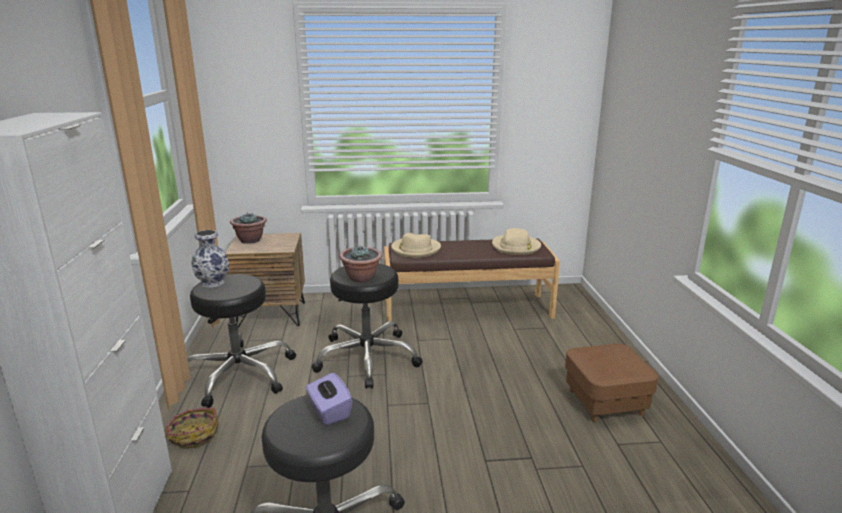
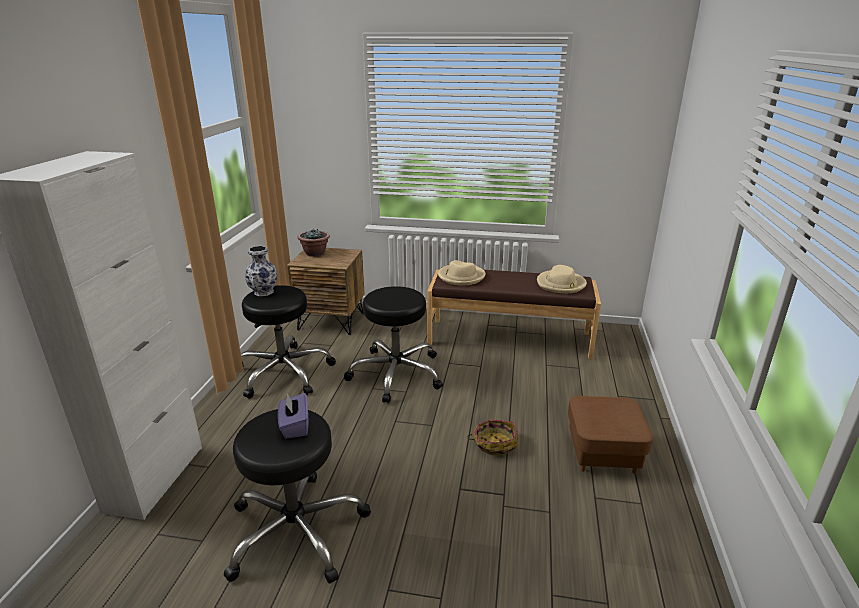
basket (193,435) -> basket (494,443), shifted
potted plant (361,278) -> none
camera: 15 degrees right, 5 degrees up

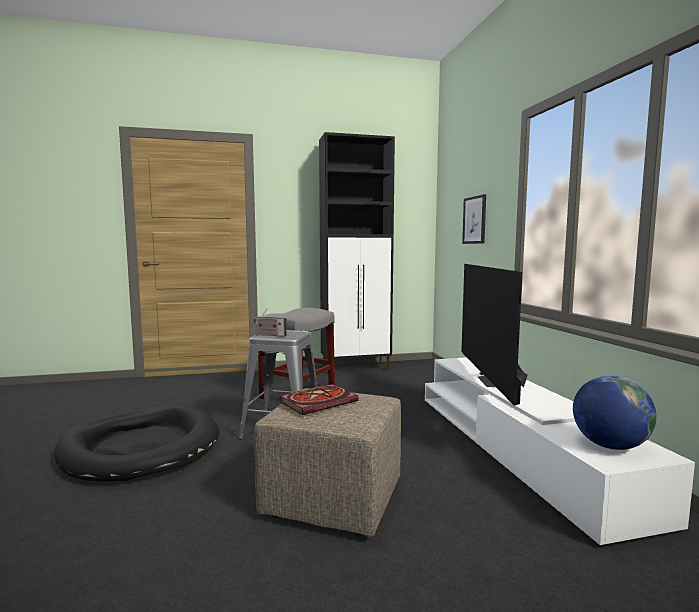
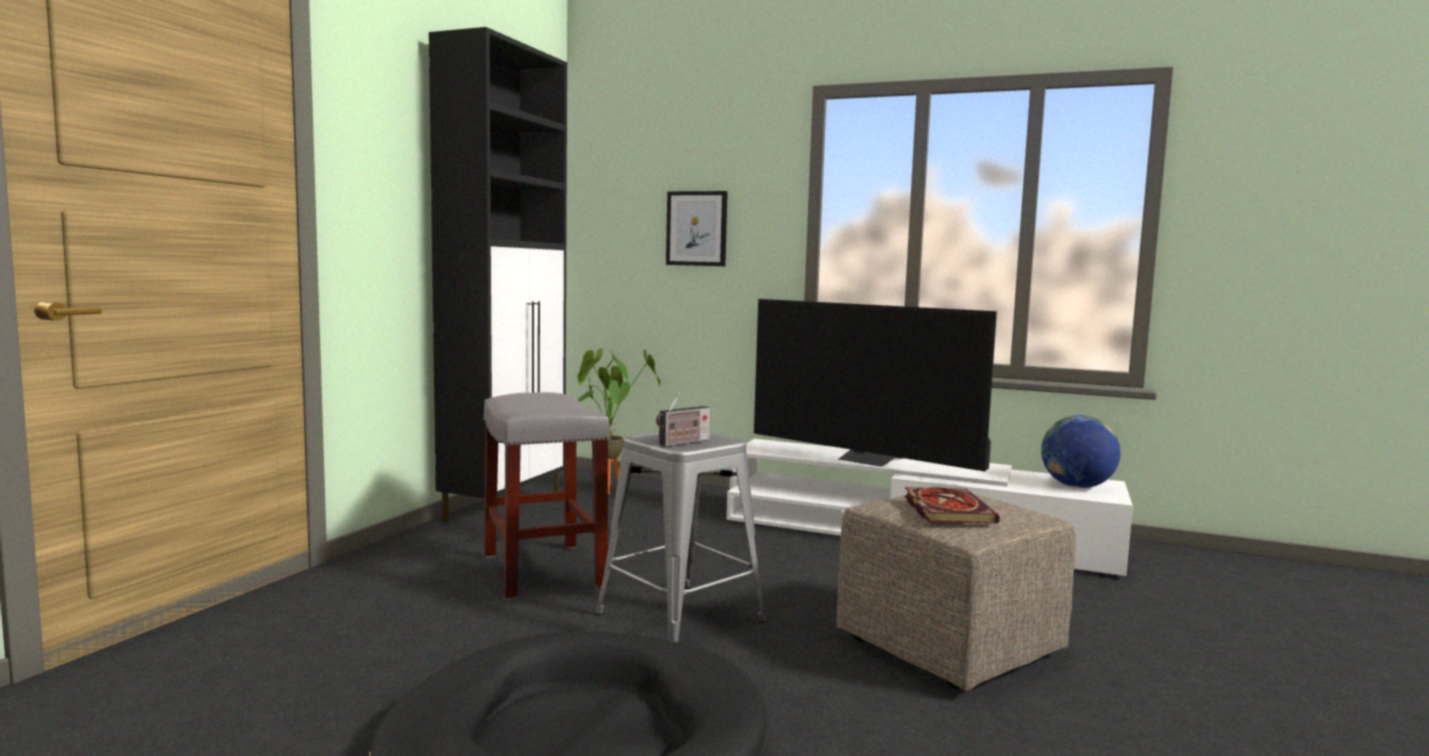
none -> potted plant (609,489)
camera: 55 degrees left, 0 degrees up

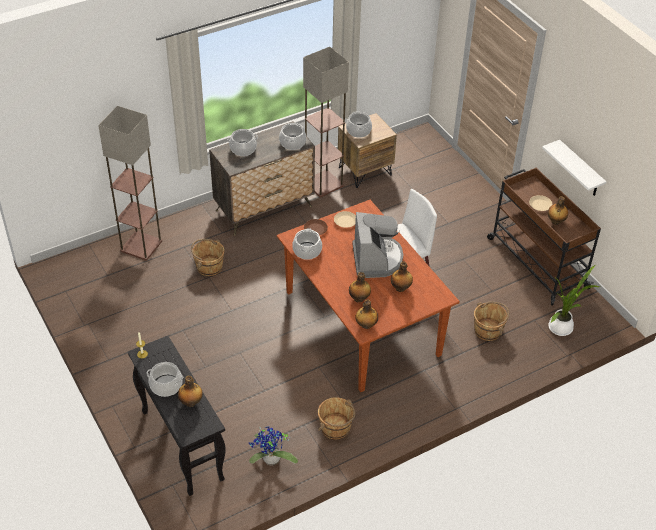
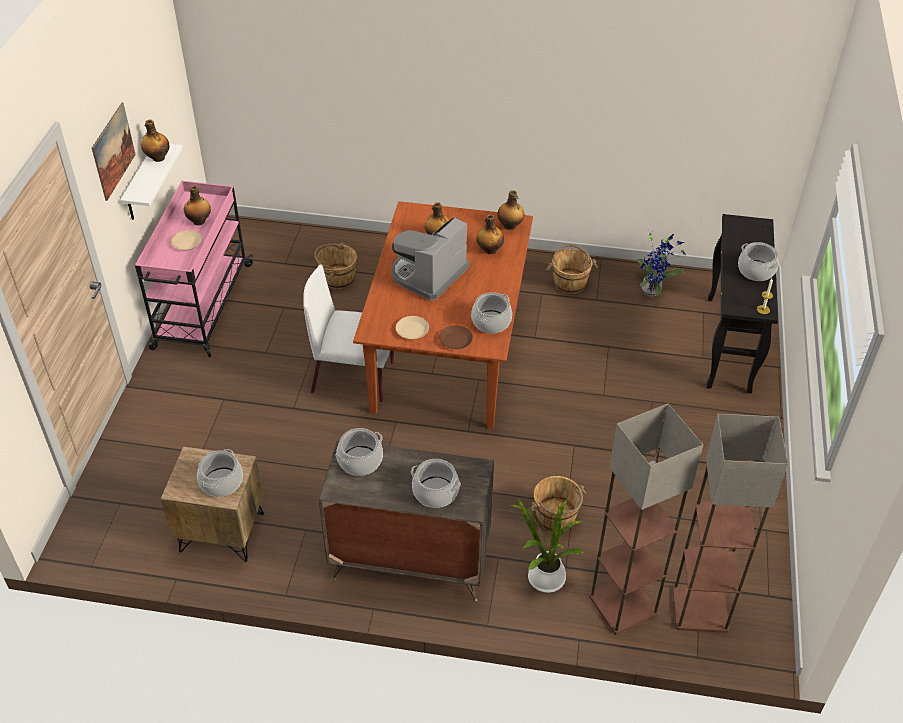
bottle (191,402) -> bottle (158,158), shifted
floor lamp (323,183) -> floor lamp (699,609), shifted
cart (brown) (536,262) -> cart (pink) (202,307)
potted plant (562,327) -> potted plant (543,577), shifted
none -> picture (113,151)
camera: 140 degrees left, 0 degrees up

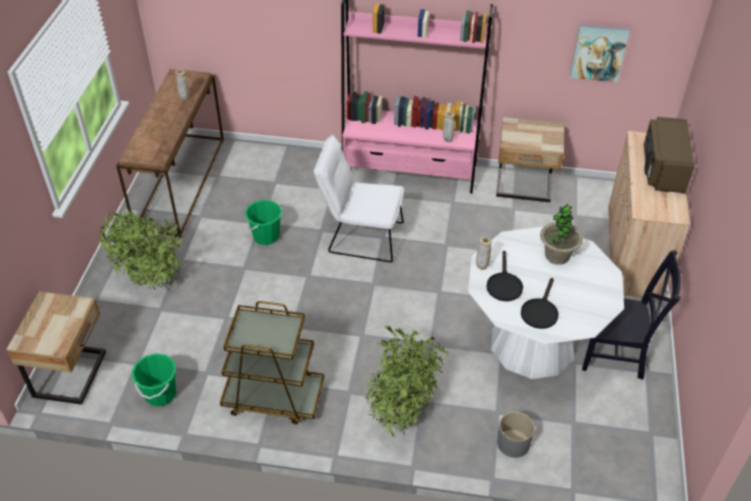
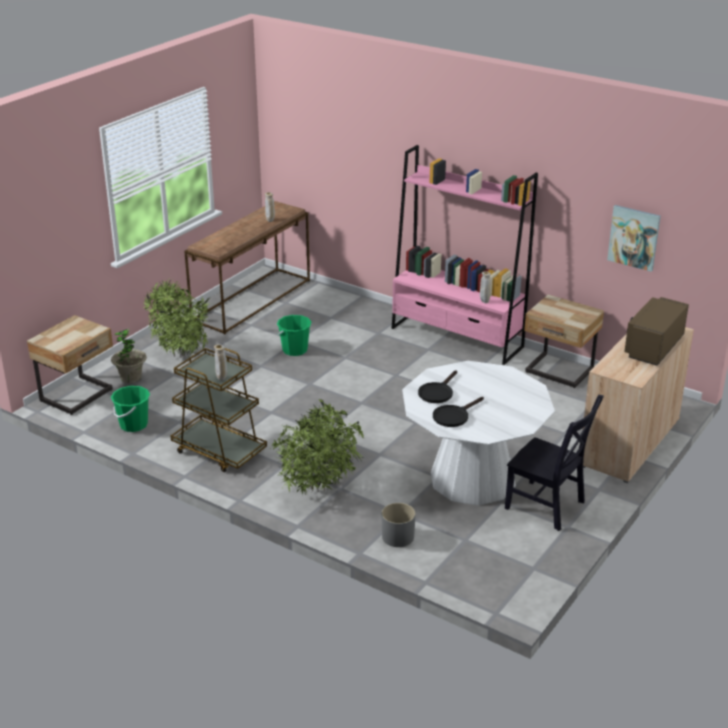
chair (white) (360,236) -> none
vase (beige) (482,267) -> vase (beige) (221,379), shifted
potted plant (557,256) -> potted plant (131,377), shifted
camera: 25 degrees right, 15 degrees down

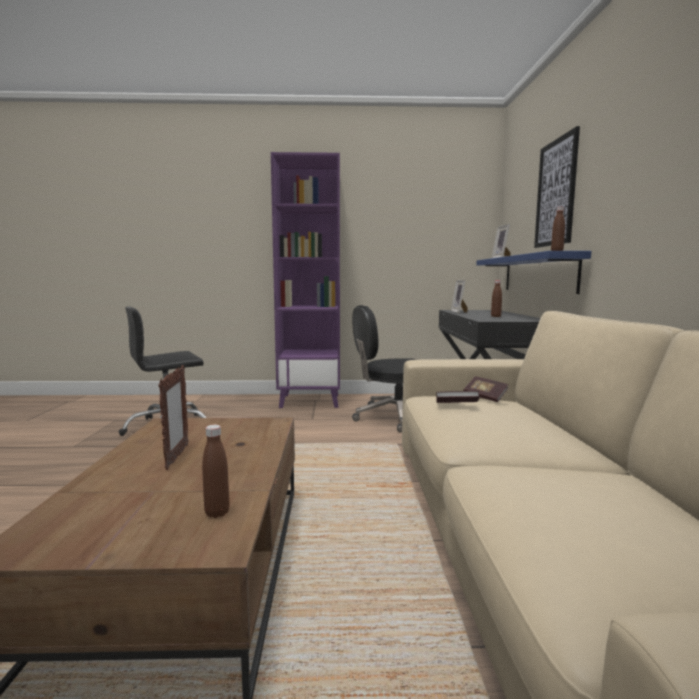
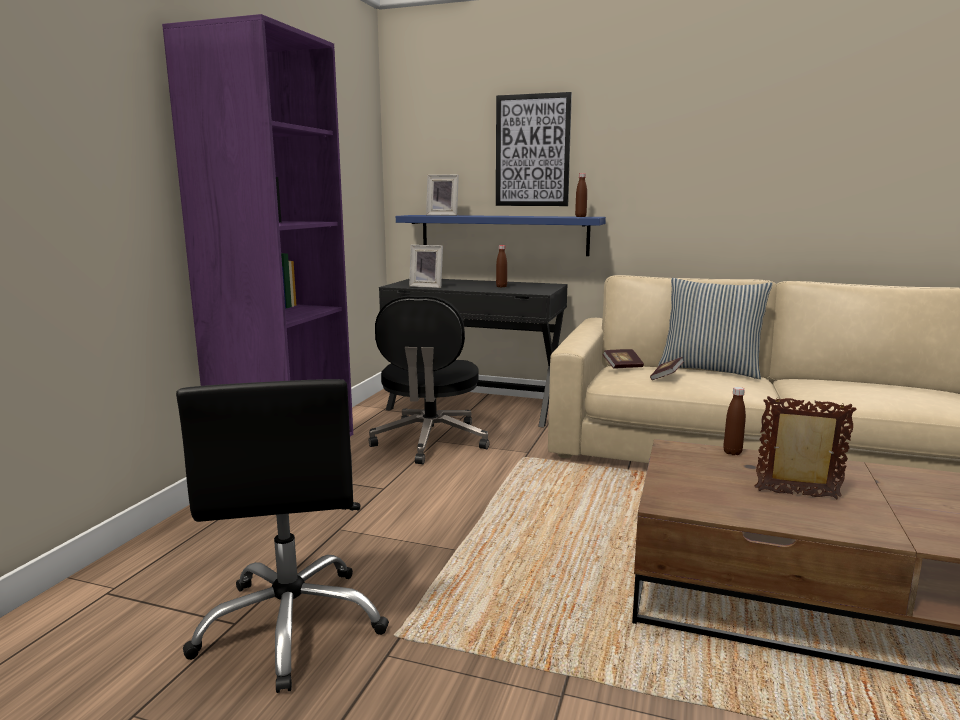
bottle (brown) (217,512) -> bottle (brown) (732,452), shifted
none -> pillow (710,370)
camera: 70 degrees left, 5 degrees up

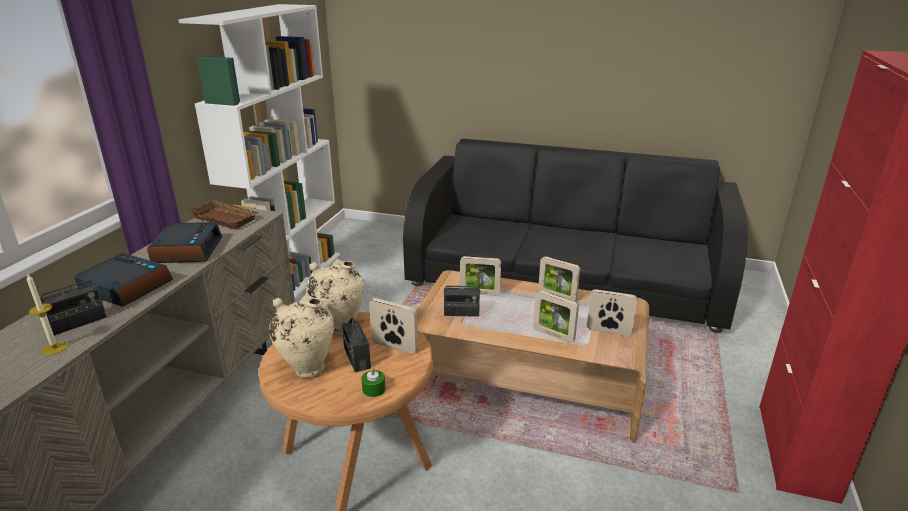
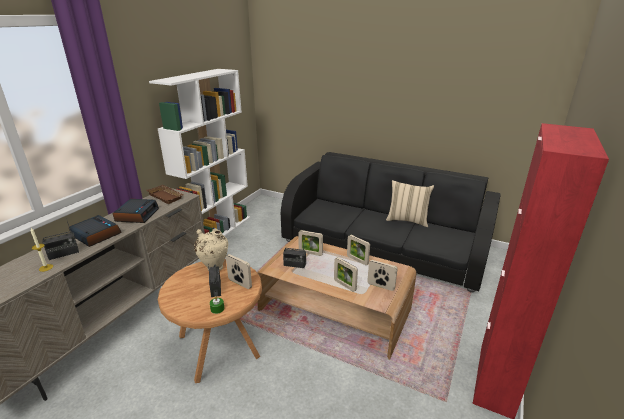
vase (beige) (307,368) -> none
none -> pillow (beige) (407,220)
camera: 10 degrees right, 0 degrees up

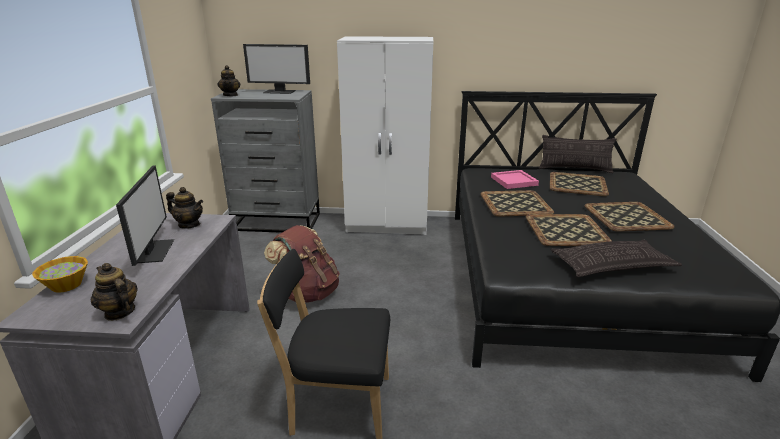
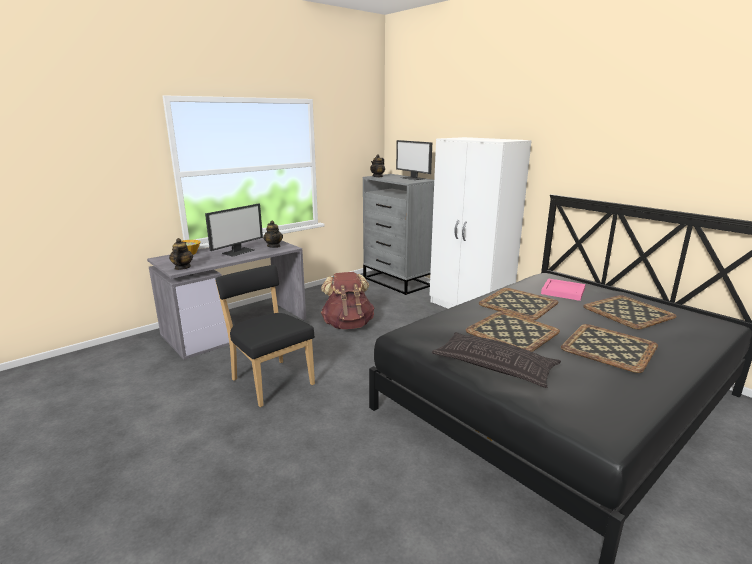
pillow (574,169) -> none
camera: 45 degrees right, 5 degrees down

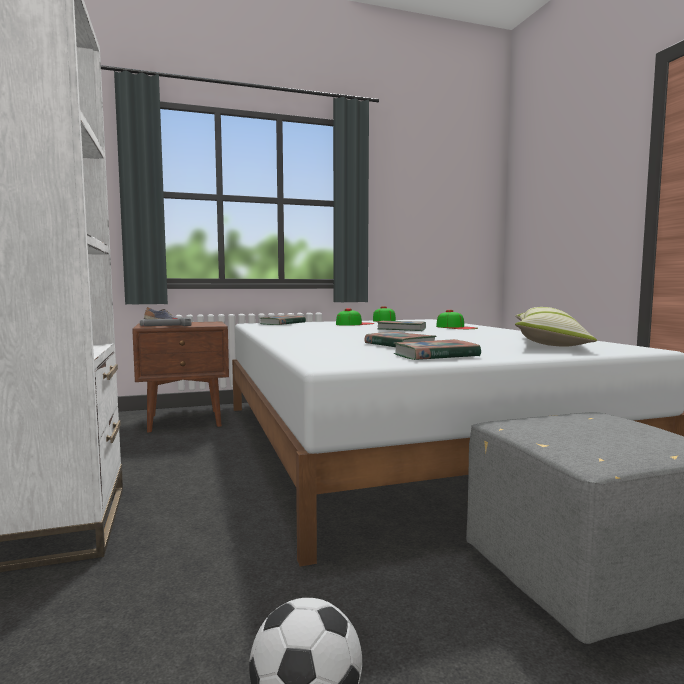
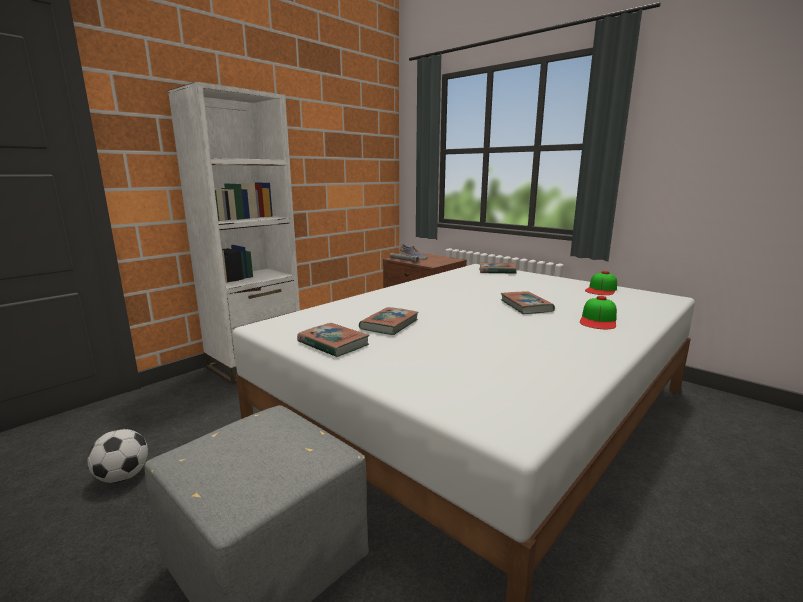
cap (354,324) -> none
pillow (549,343) -> none
camera: 60 degrees right, 10 degrees up

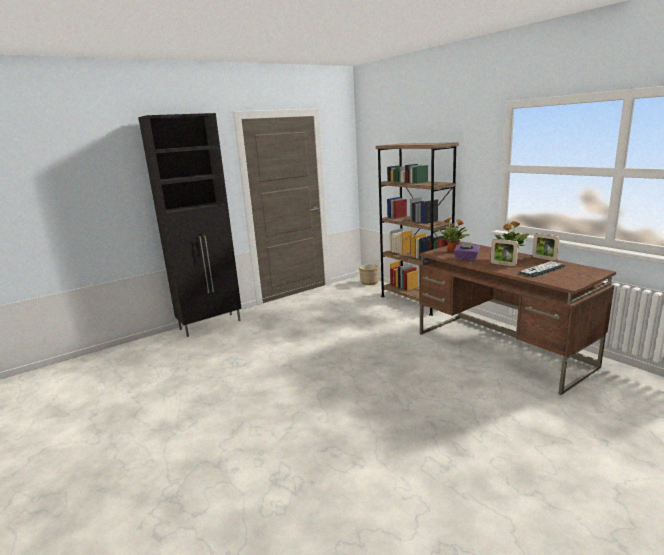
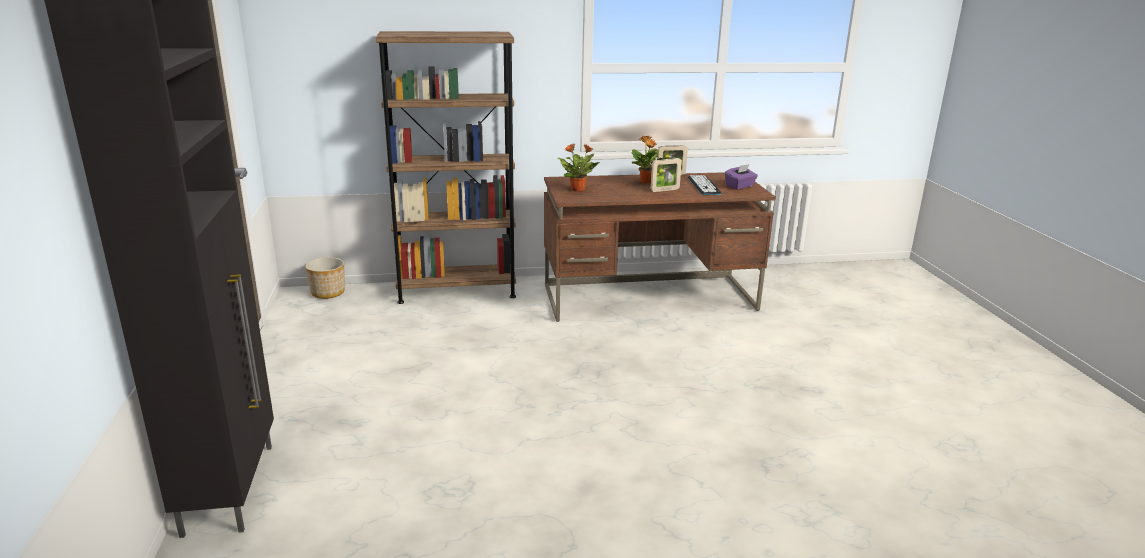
tissue box (purple) (466,258) -> tissue box (purple) (740,186), shifted
camera: 65 degrees left, 5 degrees up

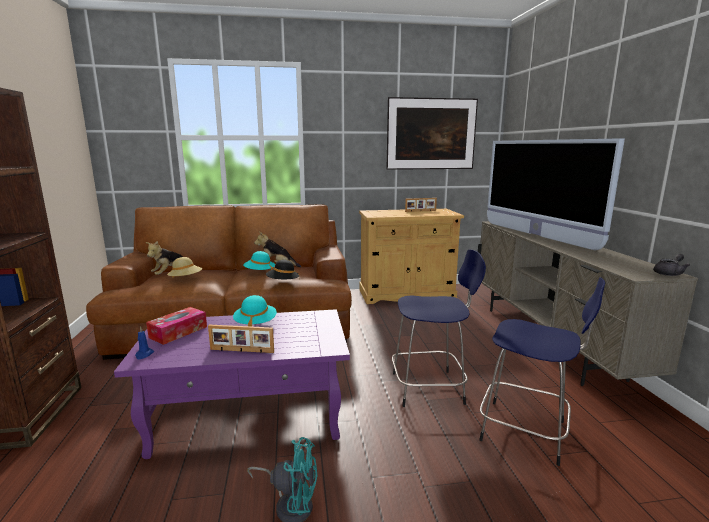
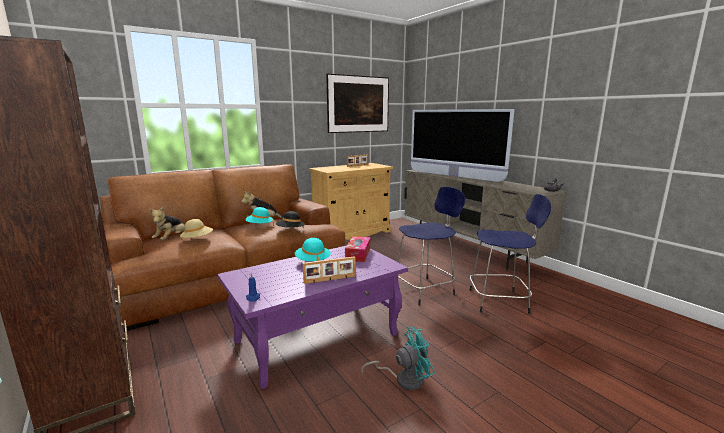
tissue box (178,332) -> tissue box (358,254), shifted
camera: 25 degrees left, 0 degrees up

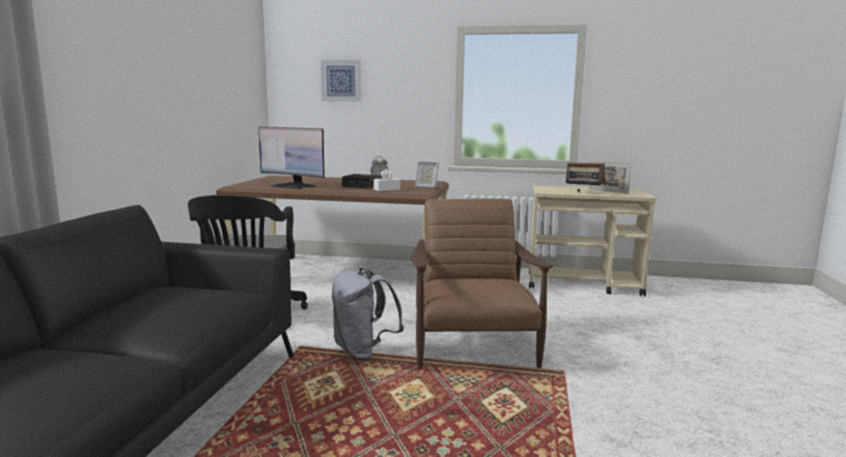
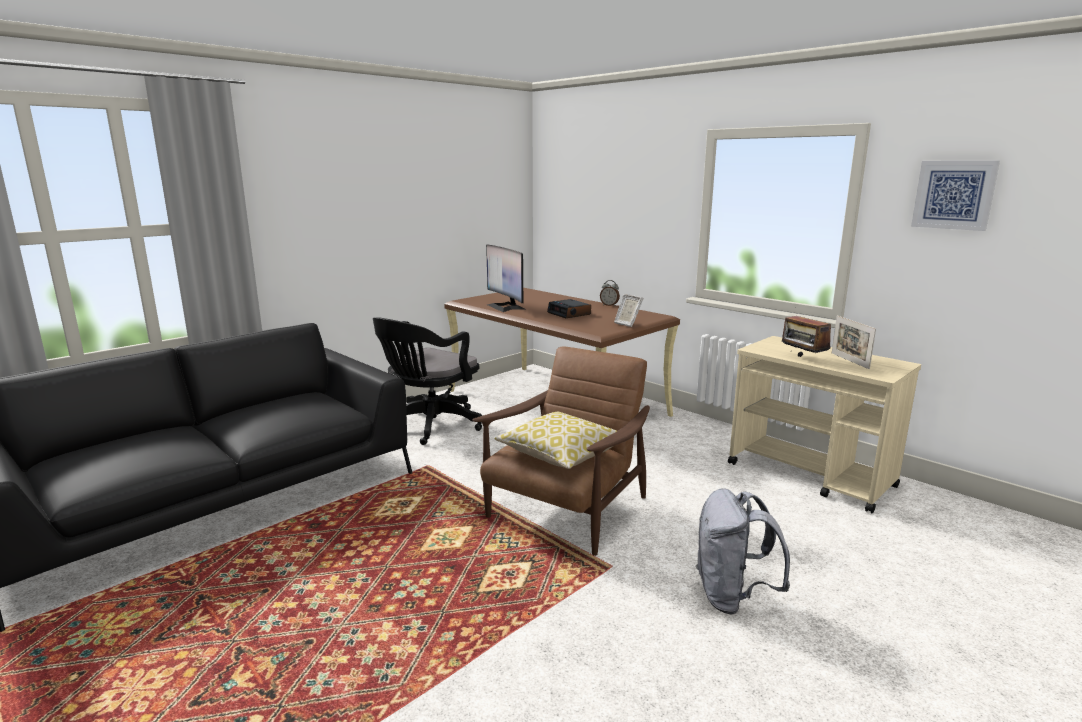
picture (341,80) -> picture (954,195), shifted
backpack (grey) (363,352) -> backpack (grey) (732,597), shifted
tissue box (white) (386,189) -> none
none -> pillow (562,454)
camera: 35 degrees right, 5 degrees up

